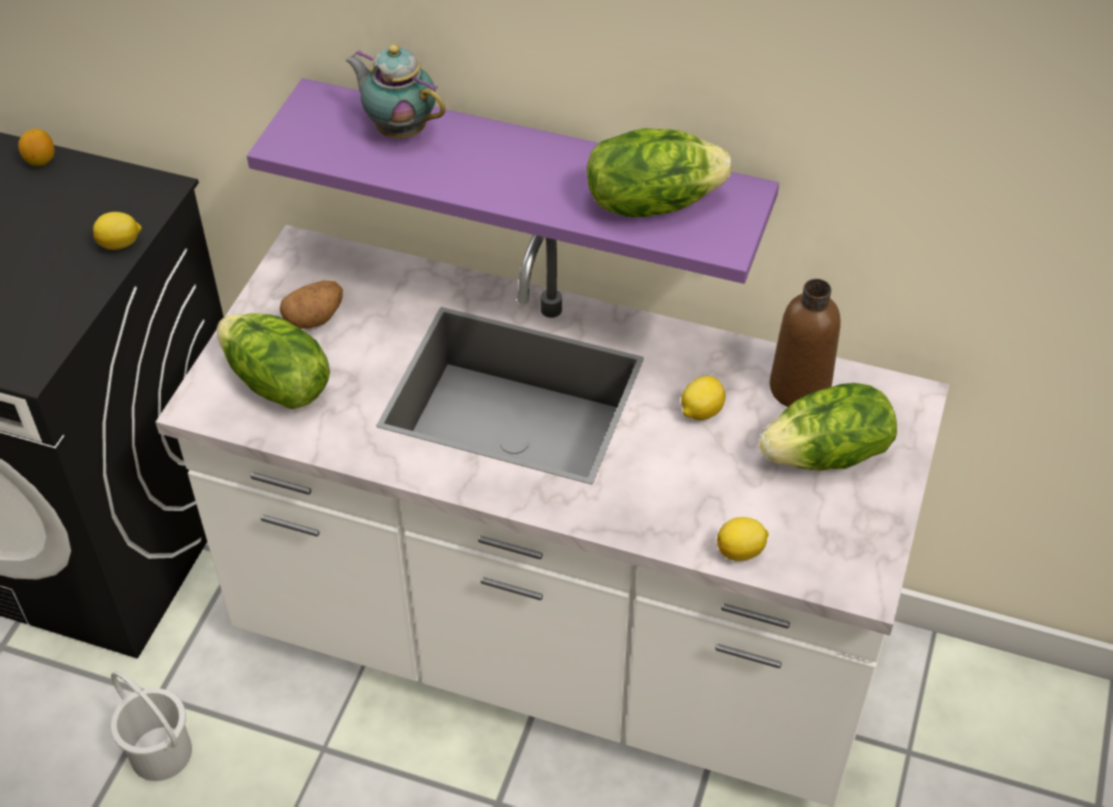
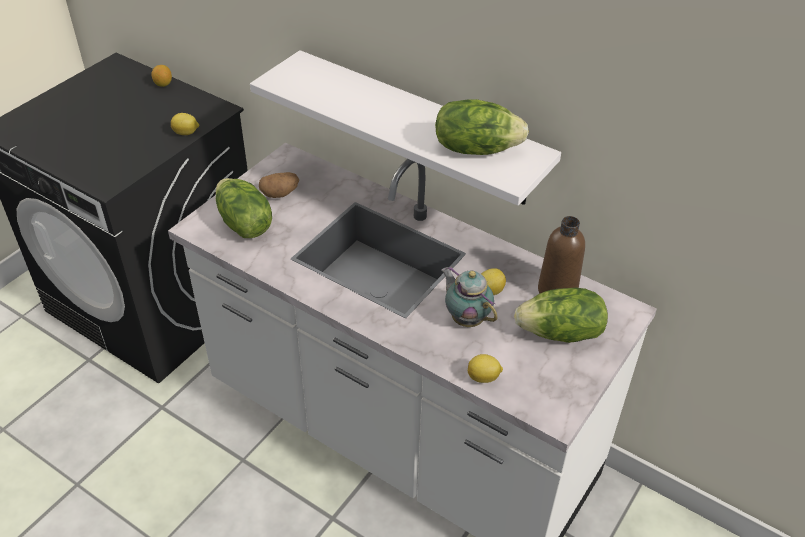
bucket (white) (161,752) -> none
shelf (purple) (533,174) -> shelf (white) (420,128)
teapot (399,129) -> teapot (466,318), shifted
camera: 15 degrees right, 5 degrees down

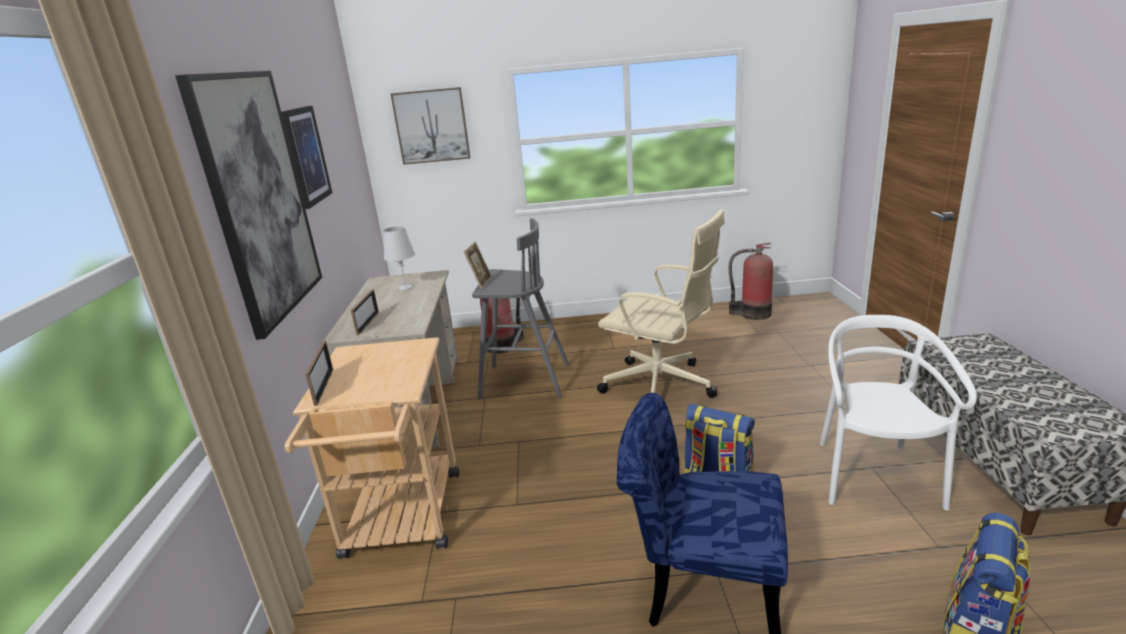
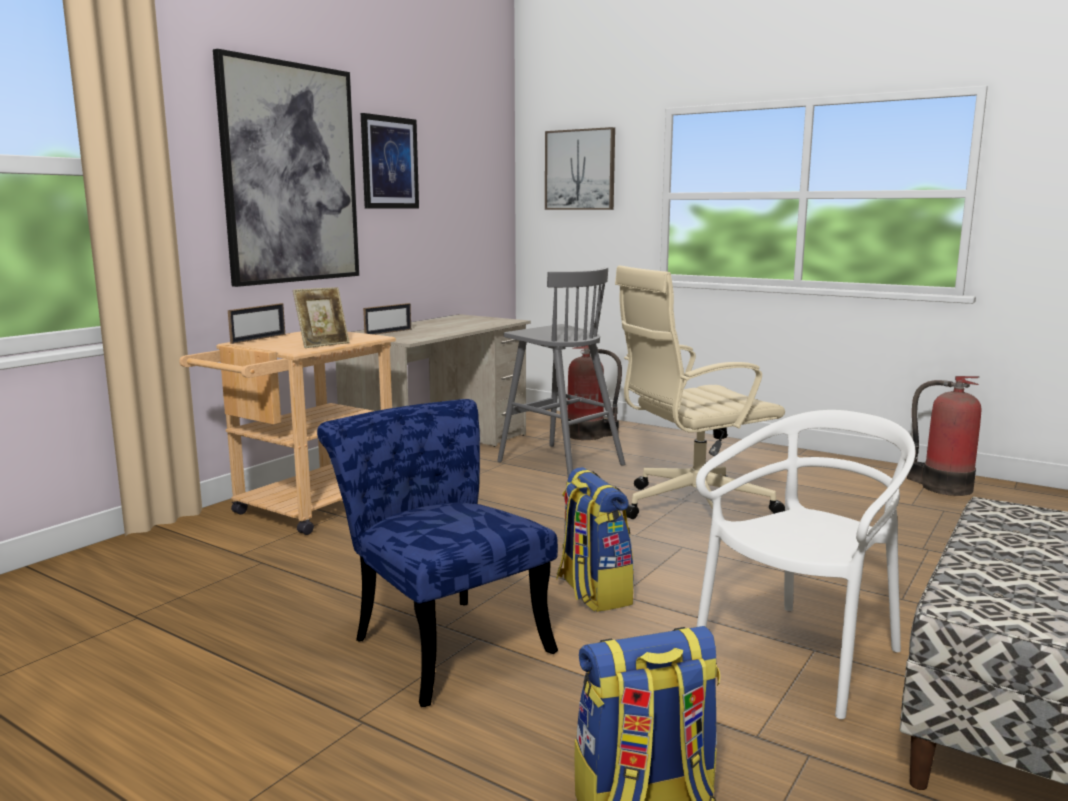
table lamp (white) (405,288) -> none
picture frame (480,283) -> picture frame (323,344), shifted
office chair (beige) (662,387) -> office chair (beige) (691,508), 90 degrees clockwise
camera: 35 degrees right, 10 degrees down

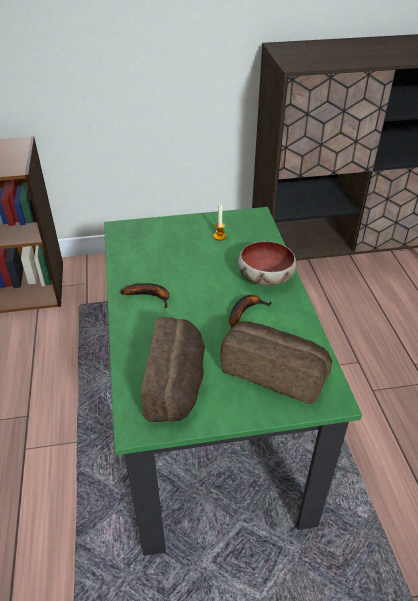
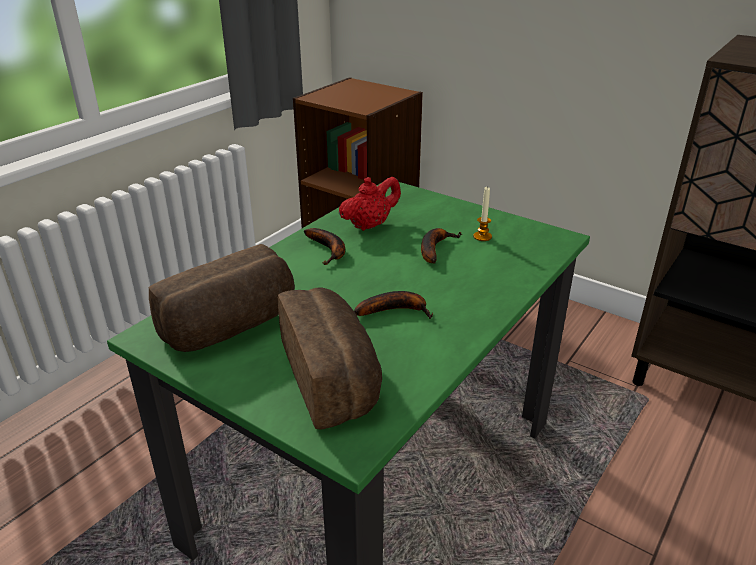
bowl (264,277) -> none
none -> teapot (red) (370,225)
none -> banana (434,248)
camera: 45 degrees right, 10 degrees down

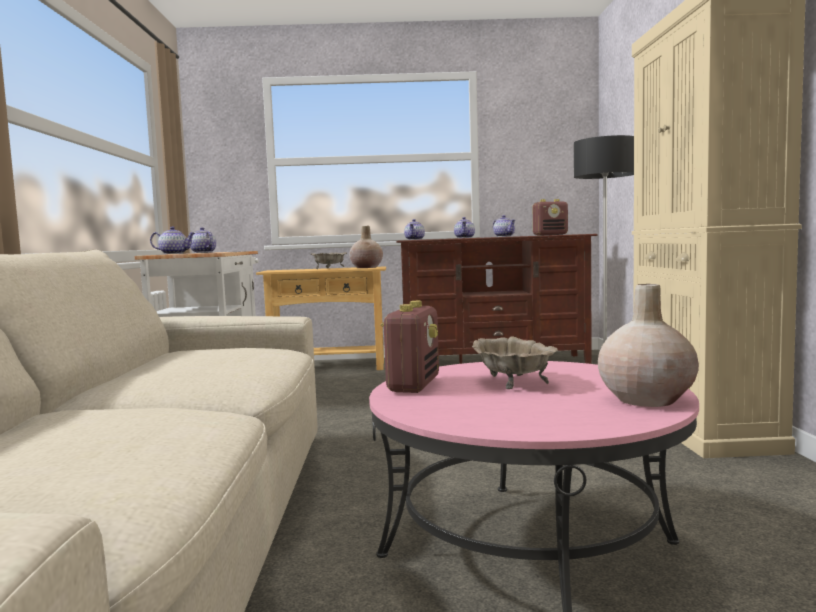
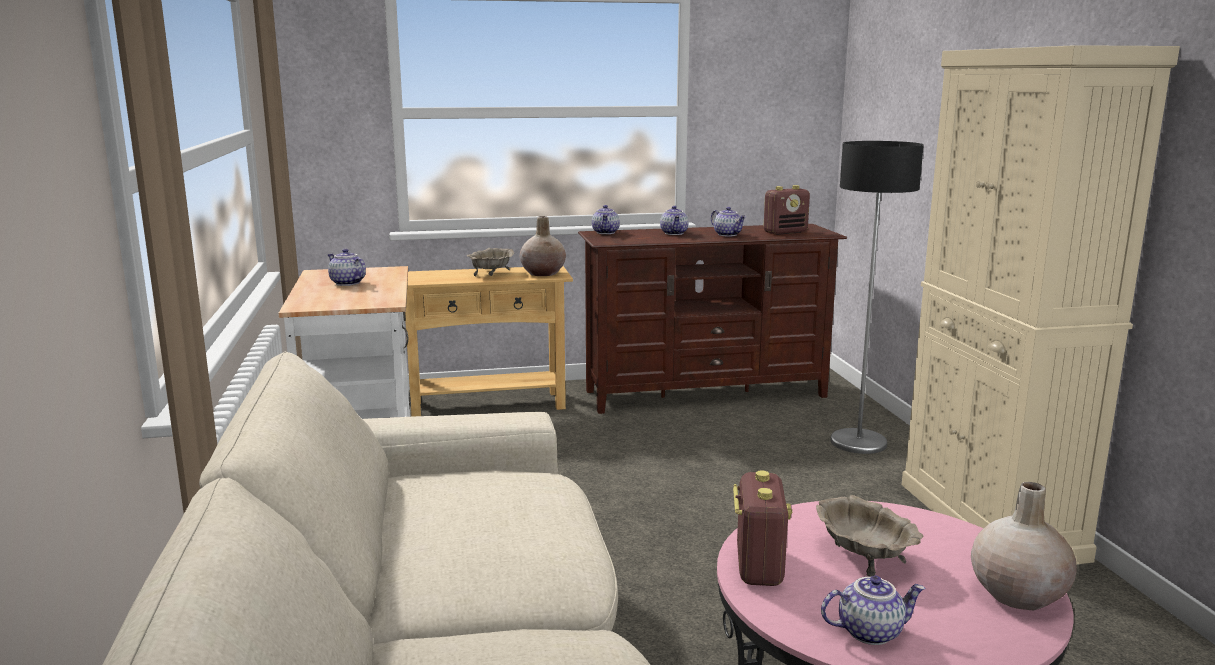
teapot (174,254) -> teapot (870,631), shifted
camera: 10 degrees left, 10 degrees up

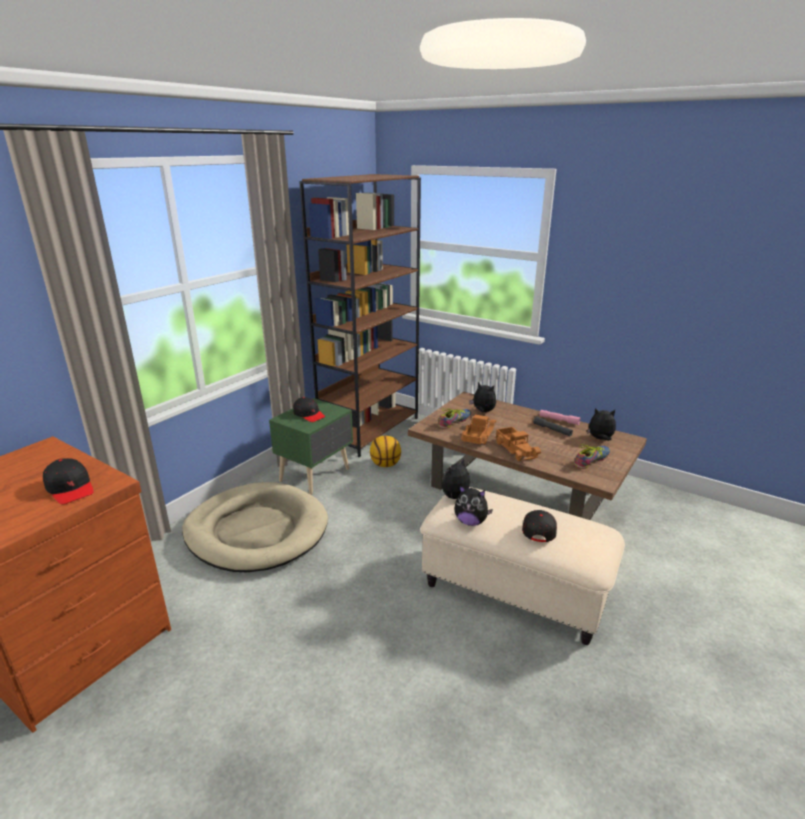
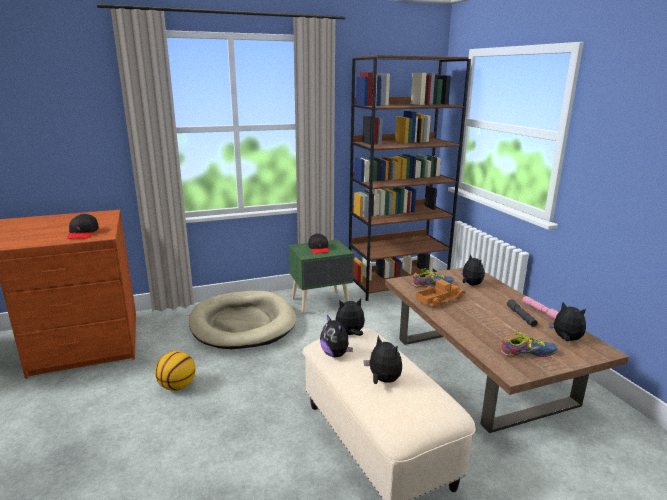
basketball (385,465) -> basketball (177,386), shifted
toy truck (516,449) -> none
cap (black) (538,528) -> plush toy (383,380)
camera: 35 degrees right, 5 degrees down

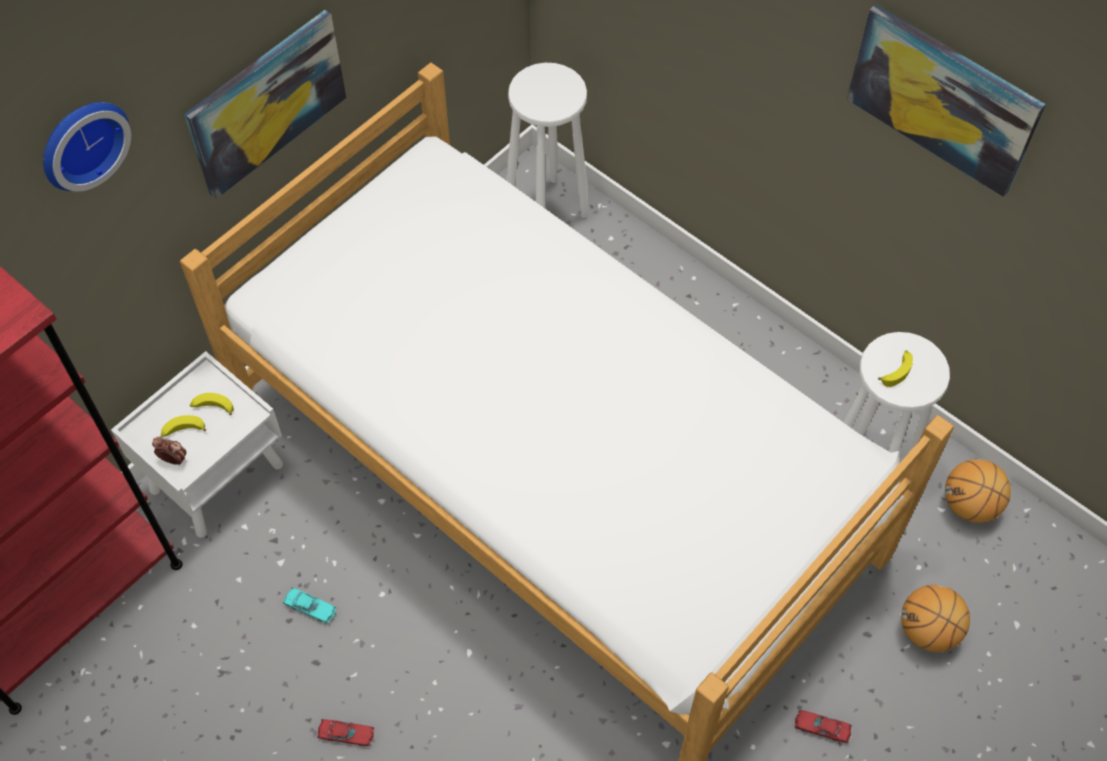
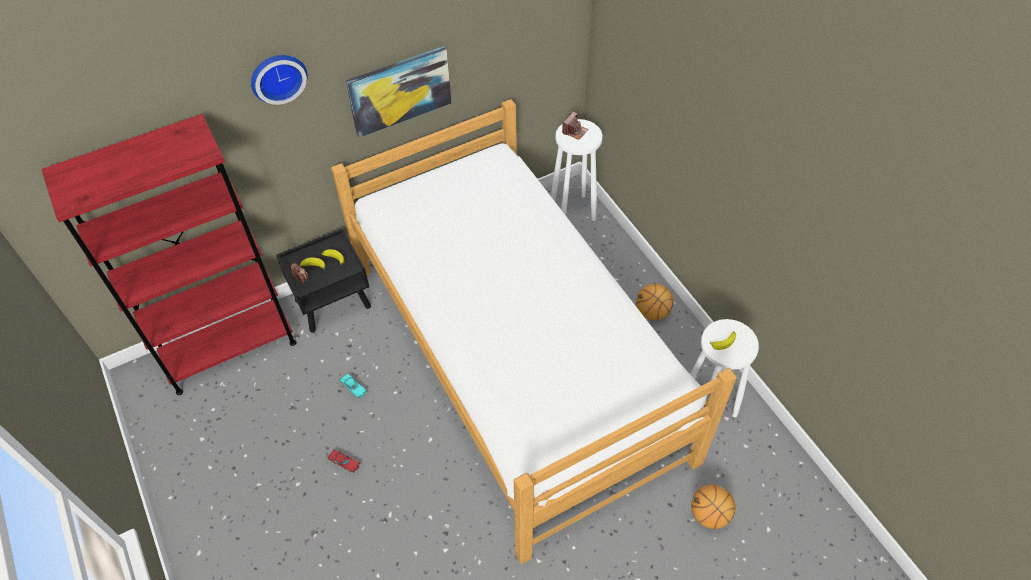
nightstand (white) (218,477) -> nightstand (black) (334,303)
toy car (red) (822,728) -> none
picture (943,99) -> none
basketball (970,505) -> basketball (652,312), shifted
none -> photo camera (574,131)
camera: 20 degrees right, 5 degrees down

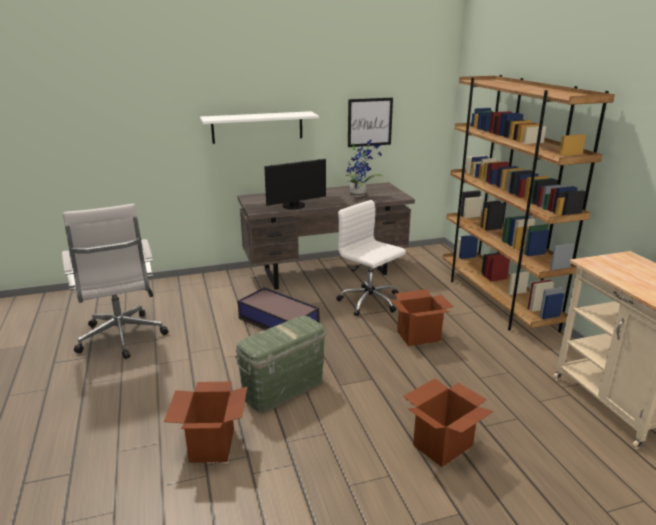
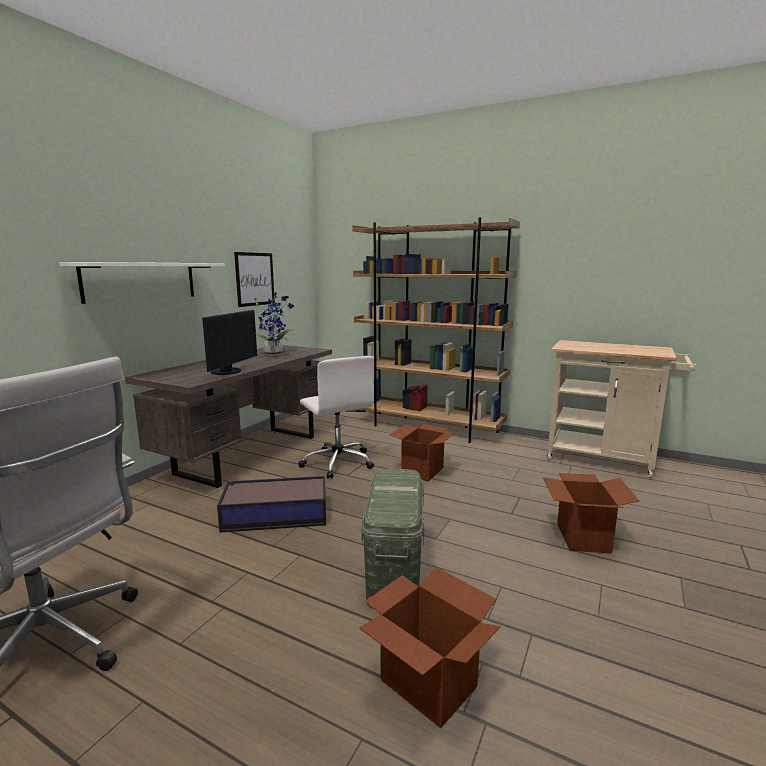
office chair (white) (370,302) -> office chair (white) (338,462), 120 degrees counterclockwise
camera: 45 degrees left, 10 degrees down

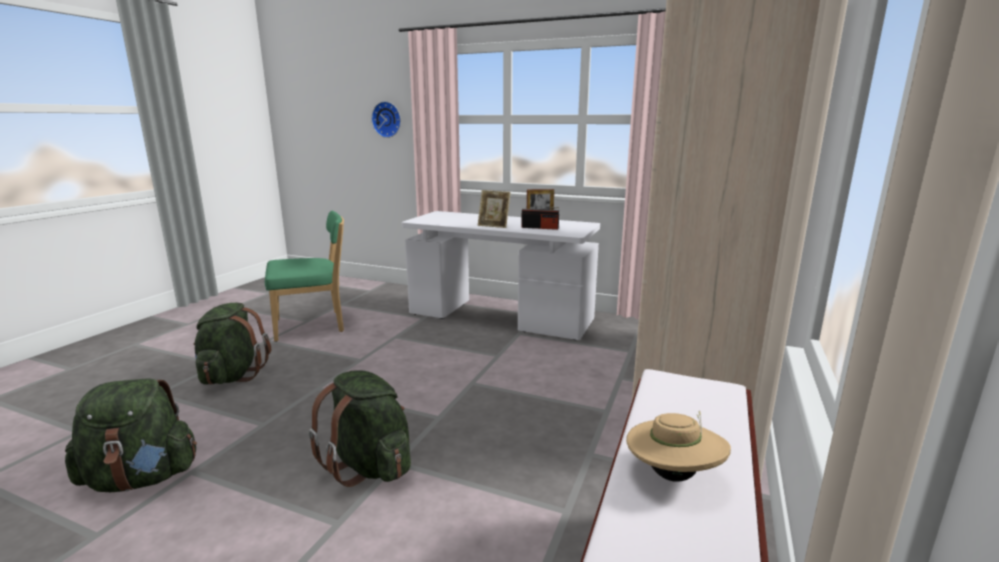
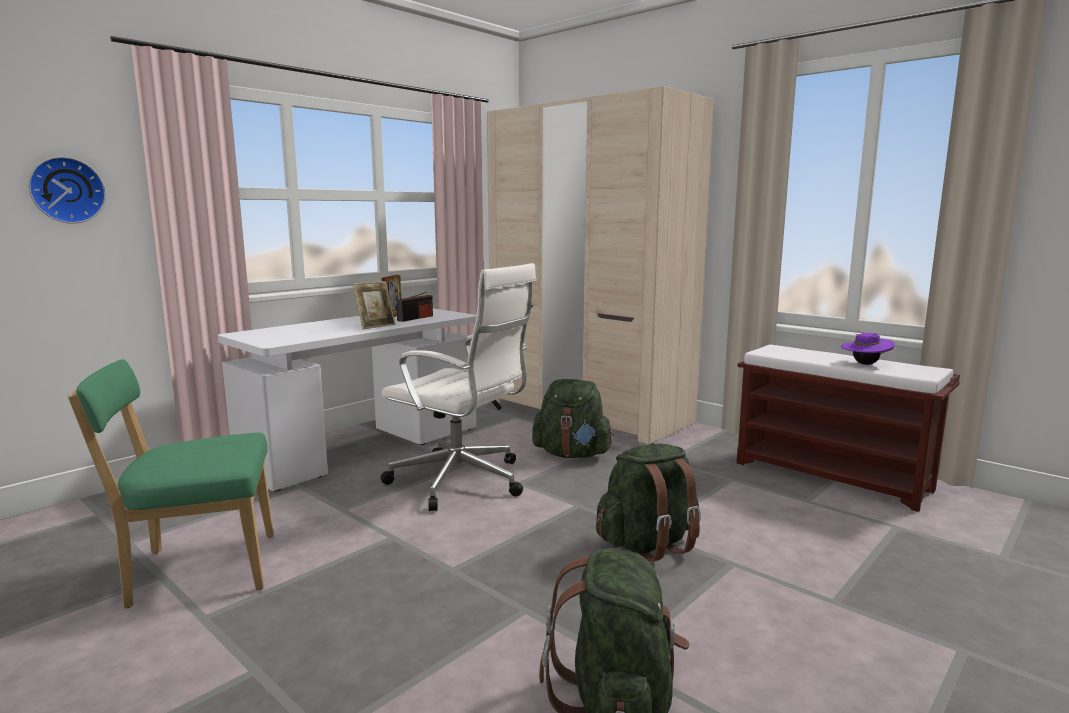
backpack (green) (232,375) -> backpack (green) (572,454), shifted
chair (green) (313,325) -> chair (green) (196,570), 105 degrees counterclockwise
hat (beige) (672,474) -> hat (purple) (865,364)
none -> office chair (white) (462,482)
camera: 70 degrees left, 5 degrees down

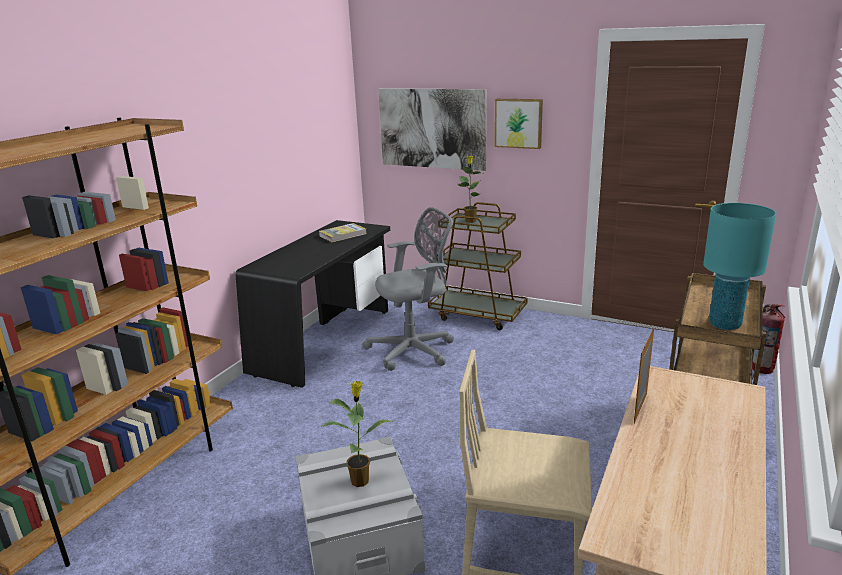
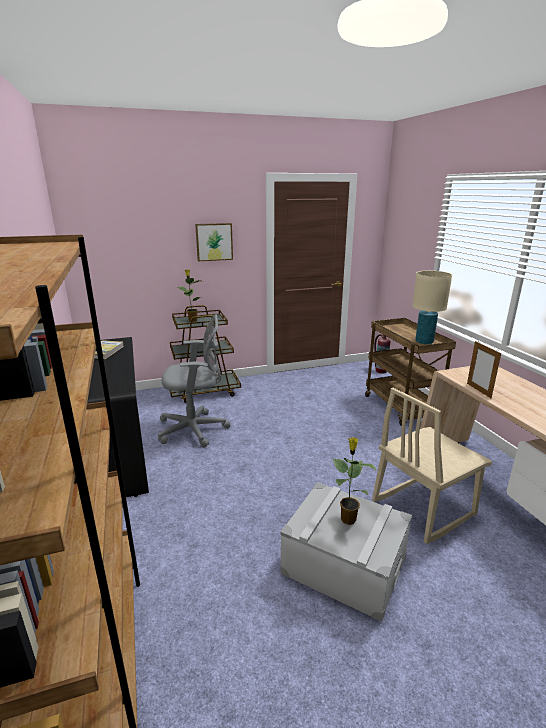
office chair (grey) (415,350) -> office chair (grey) (195,429), 60 degrees clockwise
picture (432,128) -> none
table lamp (turquoise) (724,324) -> table lamp (beige) (424,342)
camera: 45 degrees left, 0 degrees up

